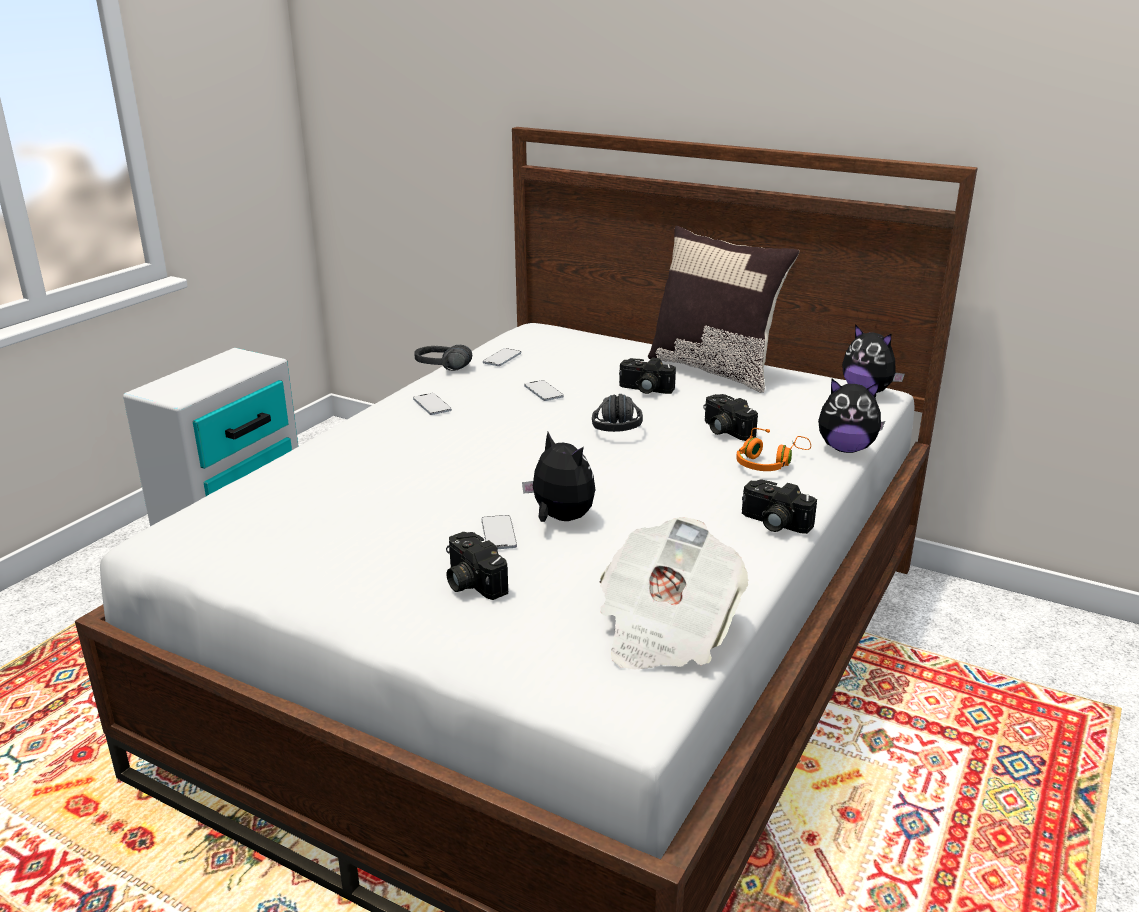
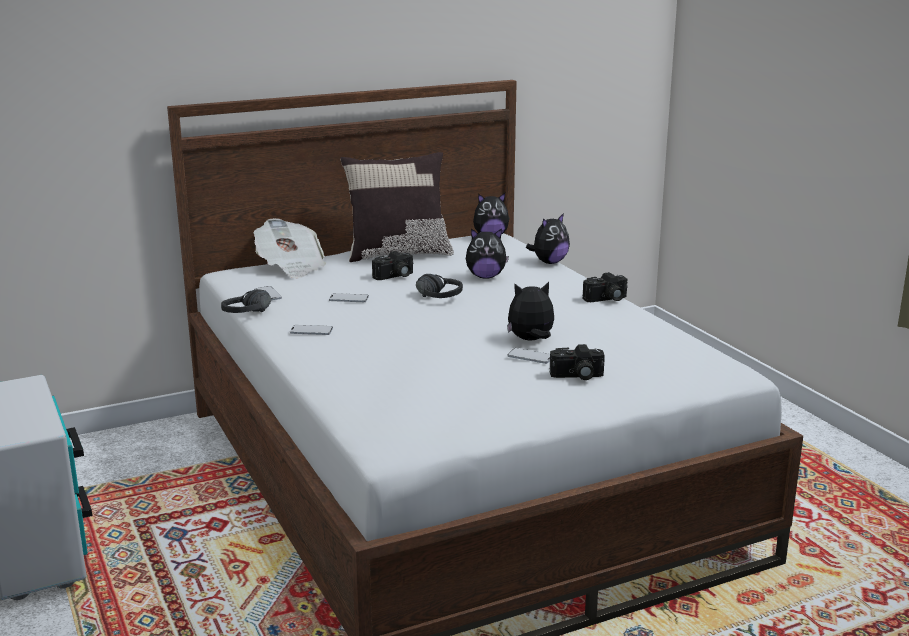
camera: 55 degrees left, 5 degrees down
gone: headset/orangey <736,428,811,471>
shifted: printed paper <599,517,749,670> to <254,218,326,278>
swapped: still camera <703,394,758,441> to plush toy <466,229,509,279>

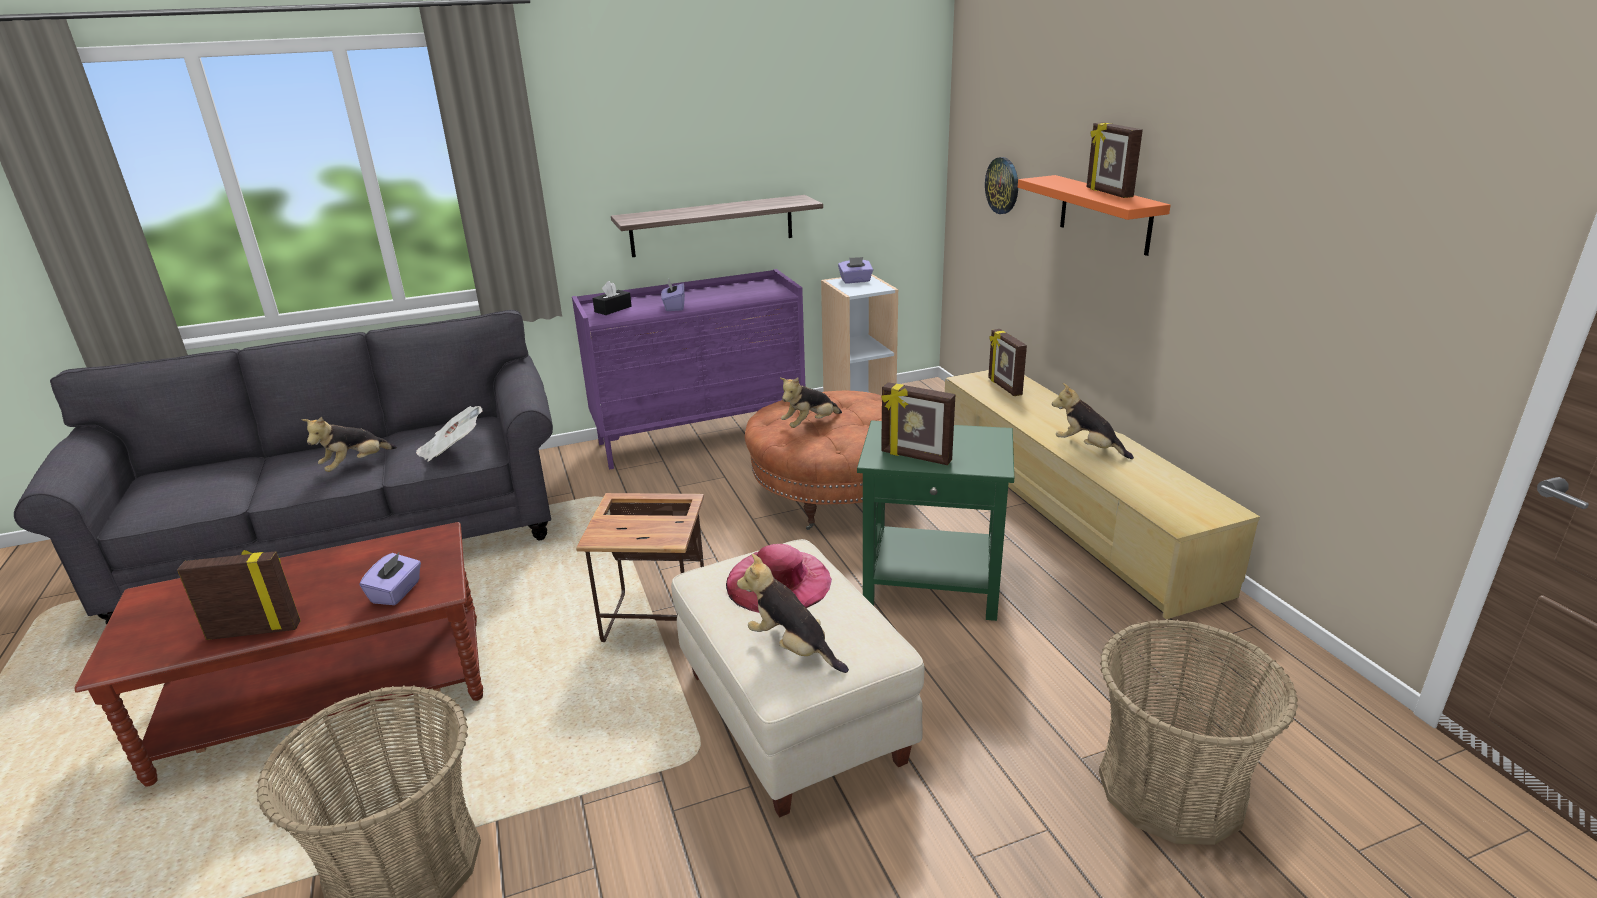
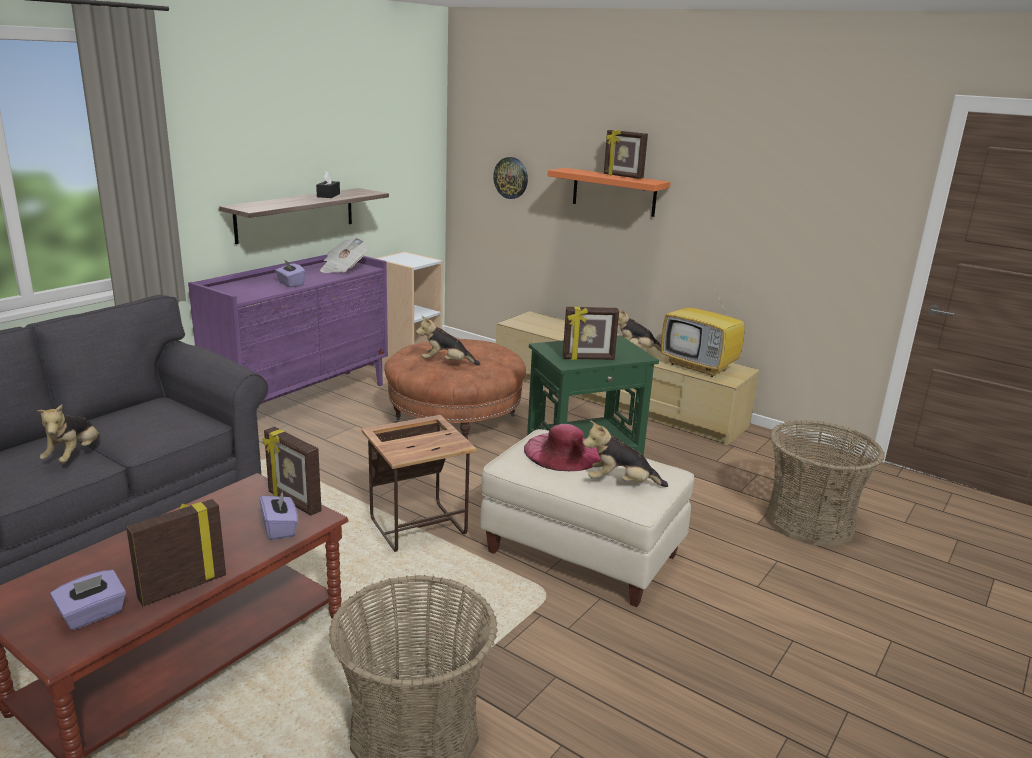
camera: 35 degrees left, 5 degrees down
new: television <661,282,745,377>
shifted: printed paper <416,406,483,462> to <320,238,369,273>; tissue holder/black-coloured <593,281,632,315> to <316,171,340,198>; tissue holder/purplish <838,257,873,283> to <50,570,126,630>; picture frame <988,329,1027,396> to <263,427,322,516>
rotated: plush toy <780,378,842,428> = <416,316,481,365> 75 degrees clockwise

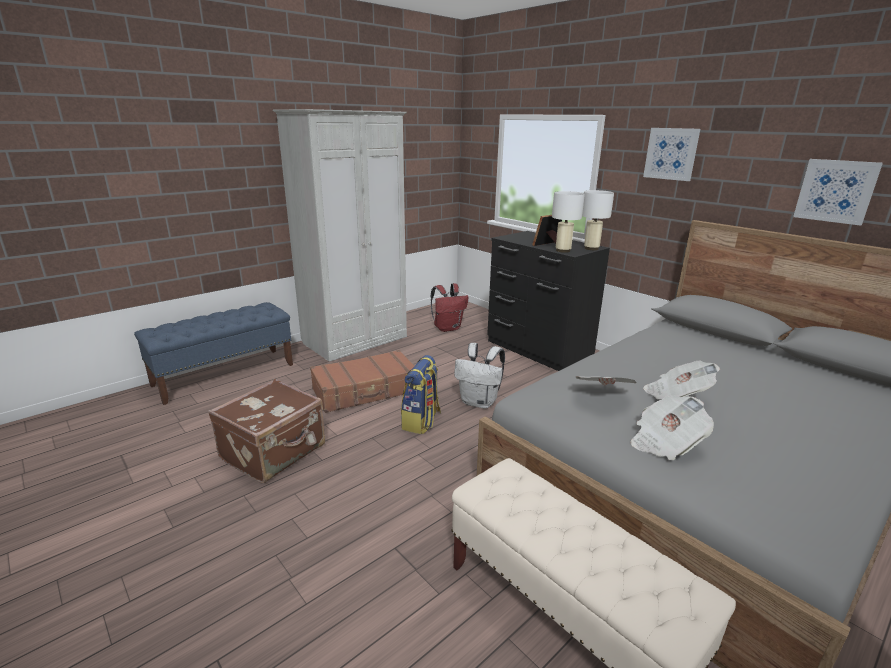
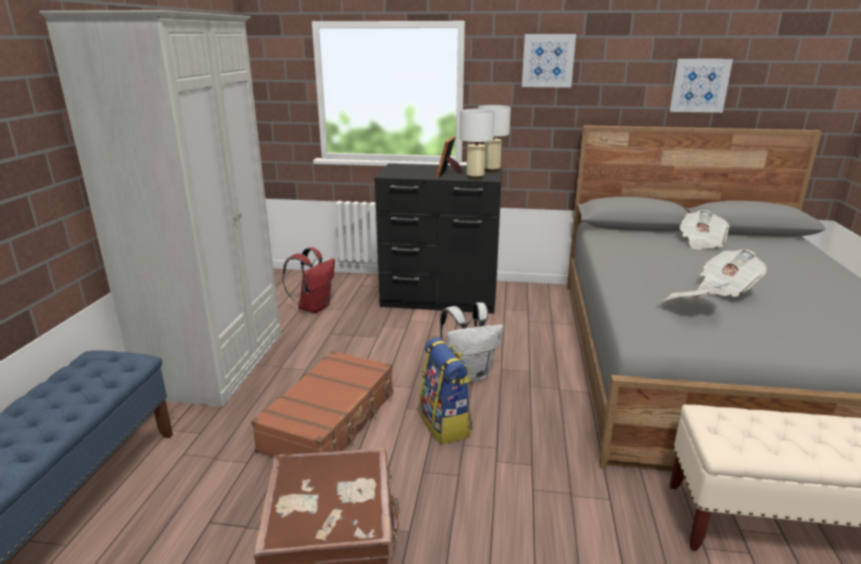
camera: 40 degrees left, 0 degrees up
shifted: printed paper <630,395,714,460> to <679,210,730,249>

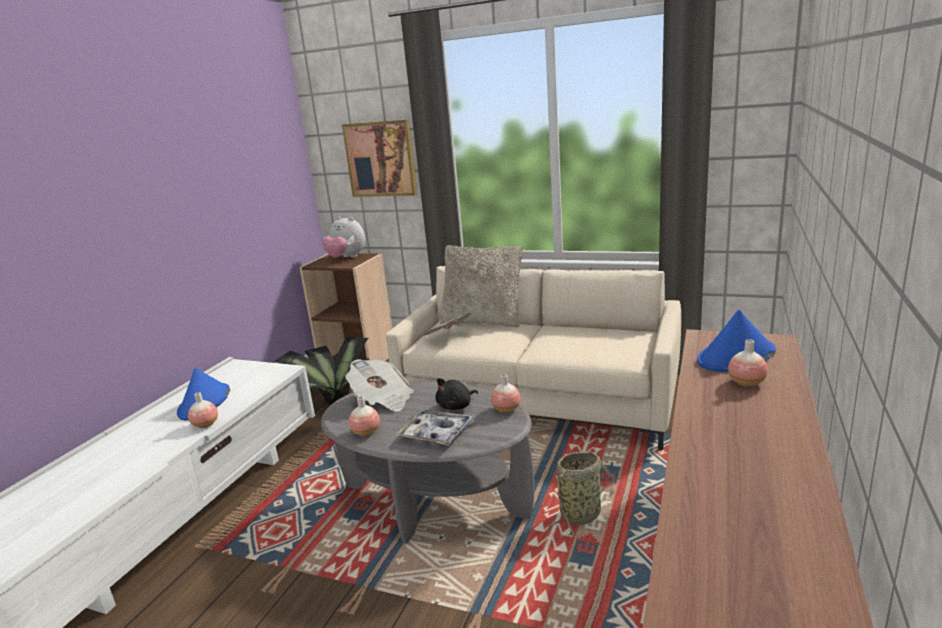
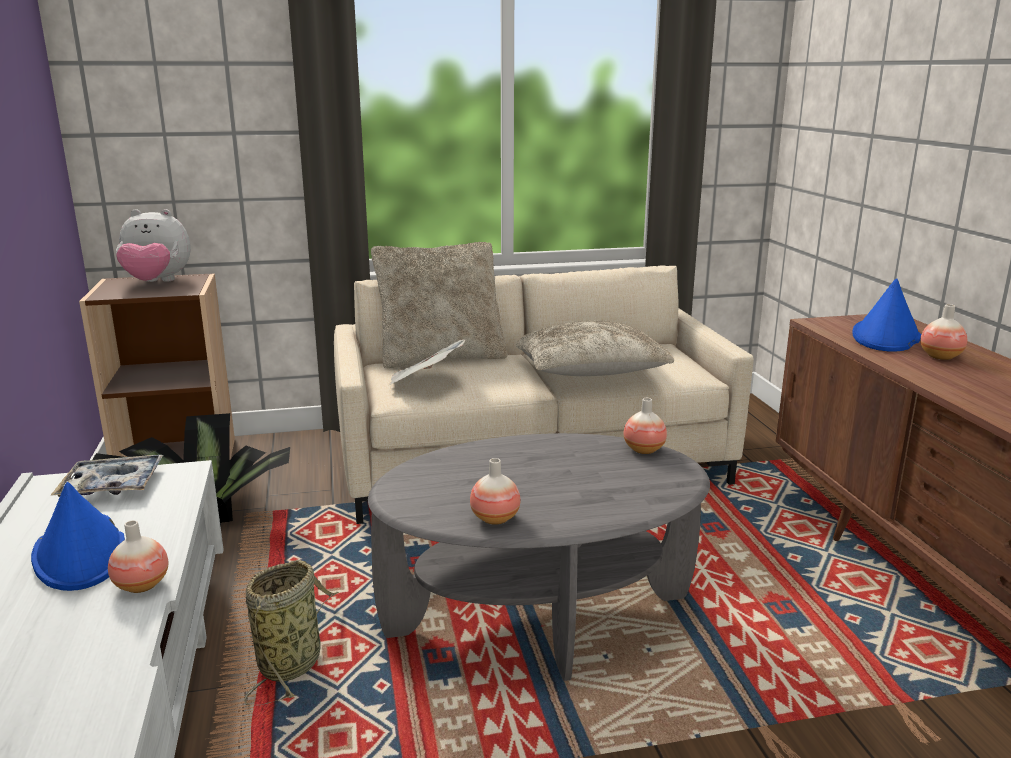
camera: 35 degrees left, 0 degrees up
gone: wall art <342,119,417,197>; printed paper <345,359,414,411>; plush toy/black-coloured <435,378,478,410>
new: cushion/sand-coloured <516,320,674,376>
shifted: serving tray <395,410,473,446> to <50,455,163,497>; storage basket <548,452,622,536> to <244,560,339,705>

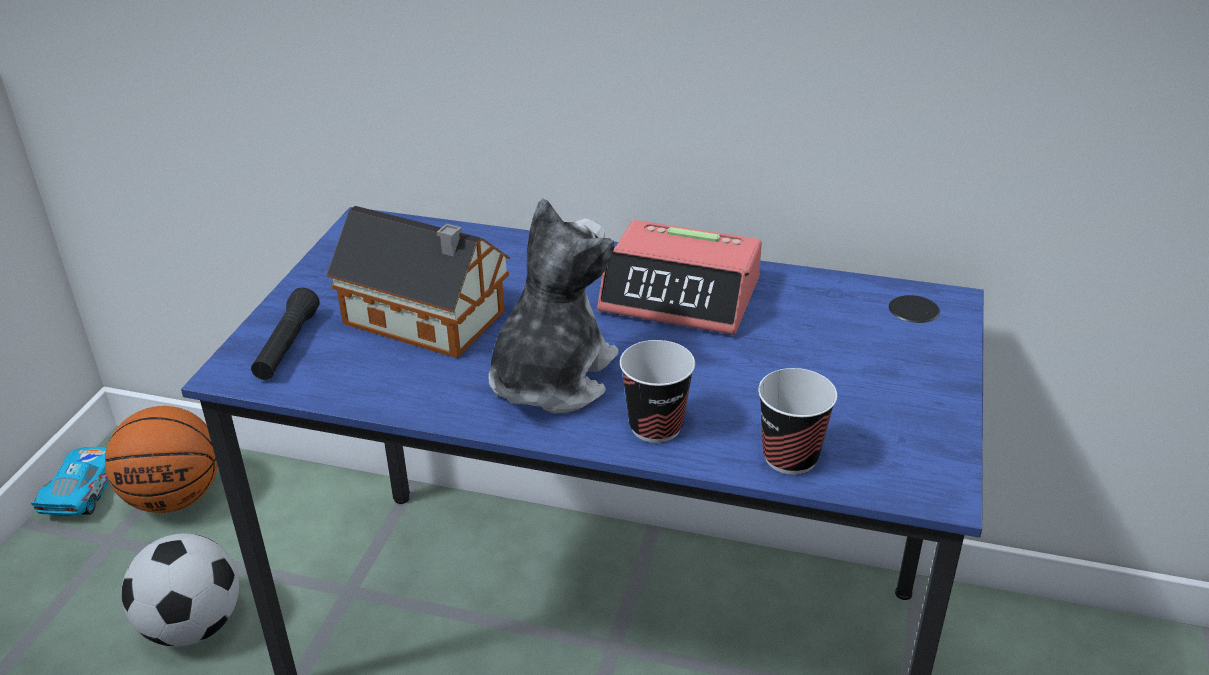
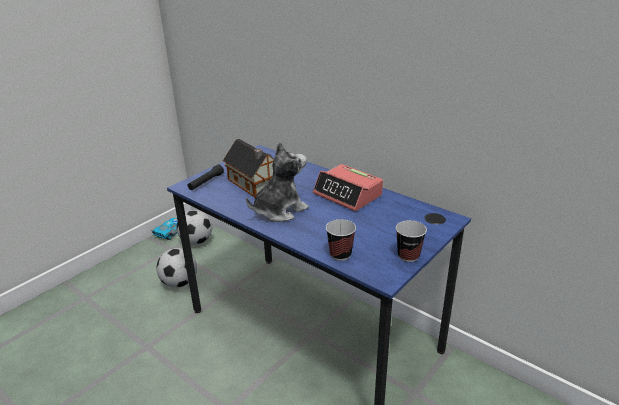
camera: 25 degrees right, 5 degrees down
shifted: cup <620,340,695,443> to <396,220,427,262>
swapped: basketball <105,406,218,513> to ball for football <176,210,212,245>

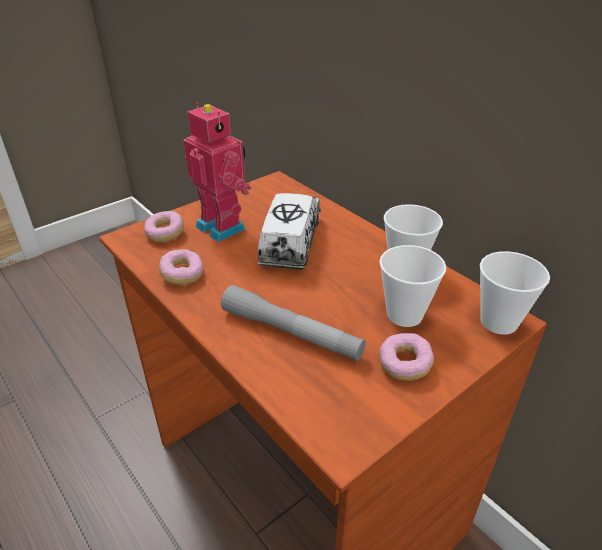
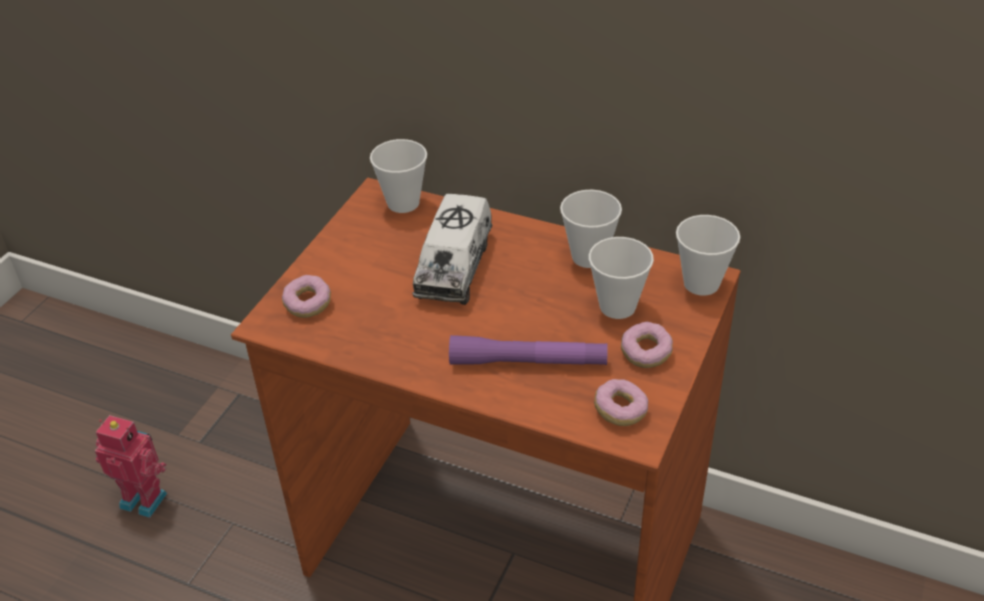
camera: 25 degrees left, 5 degrees up
new: cup <370,139,427,213>
shifted: ring doughnut <159,249,203,285> to <594,379,648,426>; robot figure <183,102,251,242> to <95,415,167,518>
repainted: flashlight/greyish <221,285,366,361> to flashlight/purplish <449,335,608,365>
rotated: toy lorry <258,193,321,270> = <412,194,493,305> 150 degrees counterclockwise

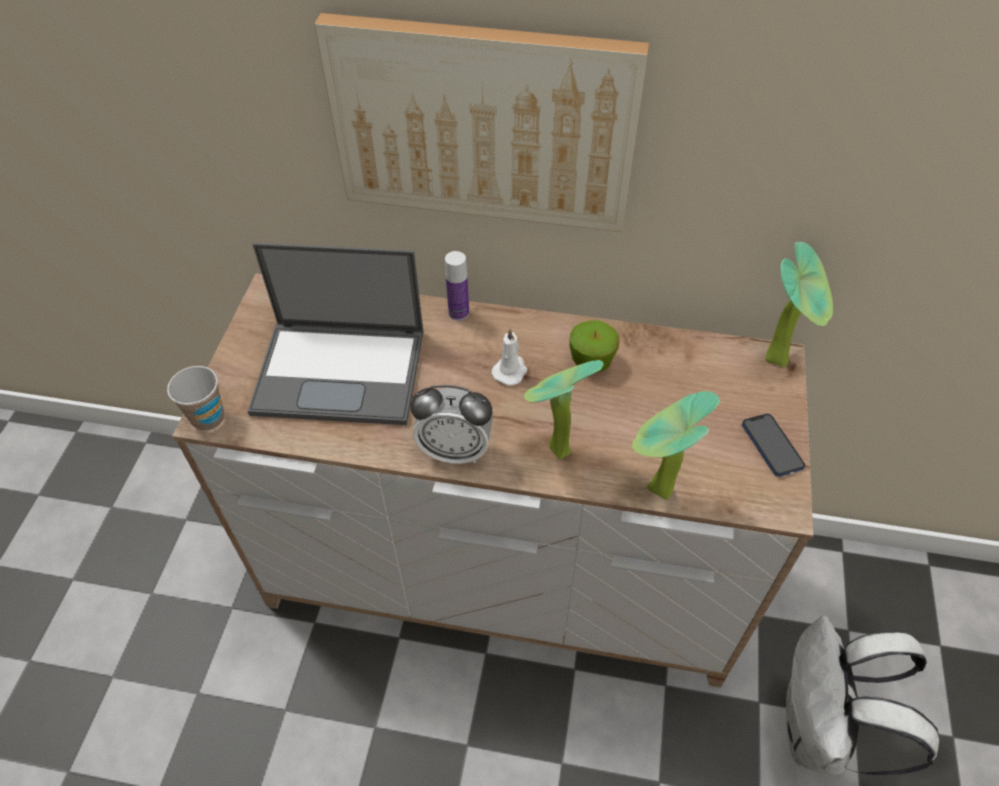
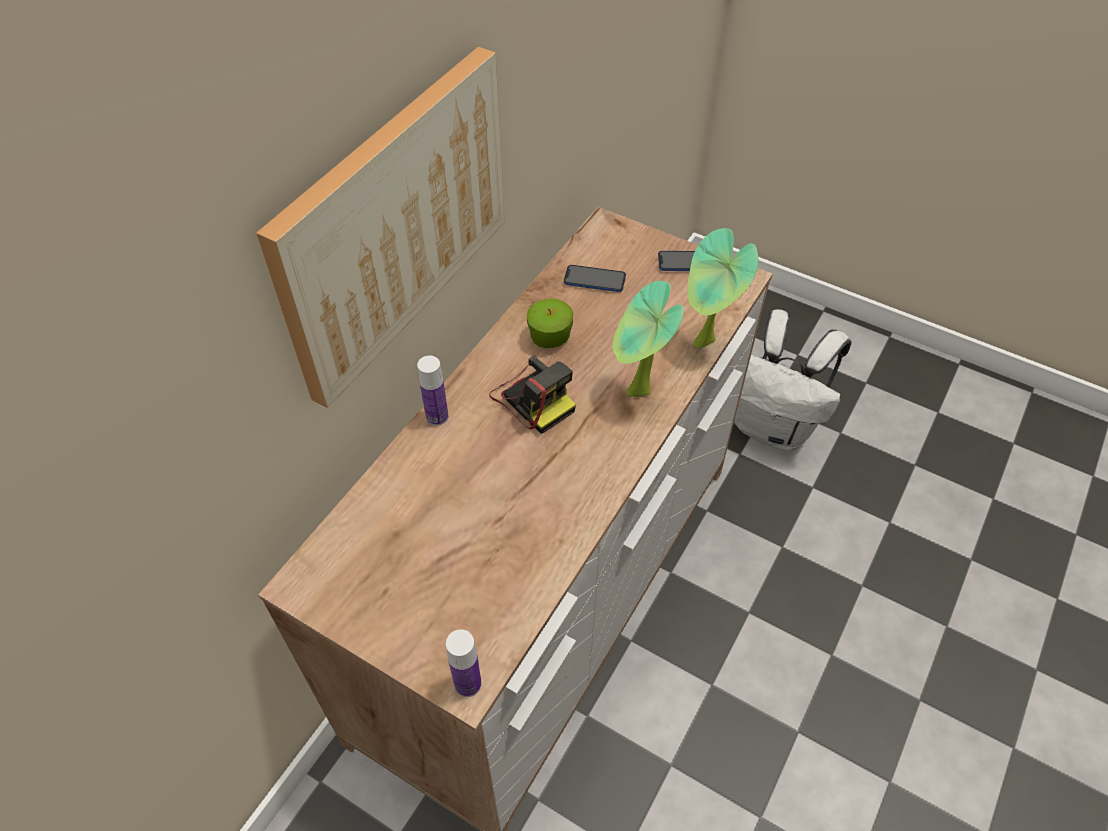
camera: 70 degrees left, 0 degrees up
gone: notebook computer <248,243,423,425>; bedside clock <410,385,493,464>; houseplant <765,242,833,368>
new: handset <564,265,626,292>
swapped: cup <167,366,224,431> to drink bottle <446,629,481,697>; wax light/white-coloured <492,328,527,386> to still camera <489,355,576,434>

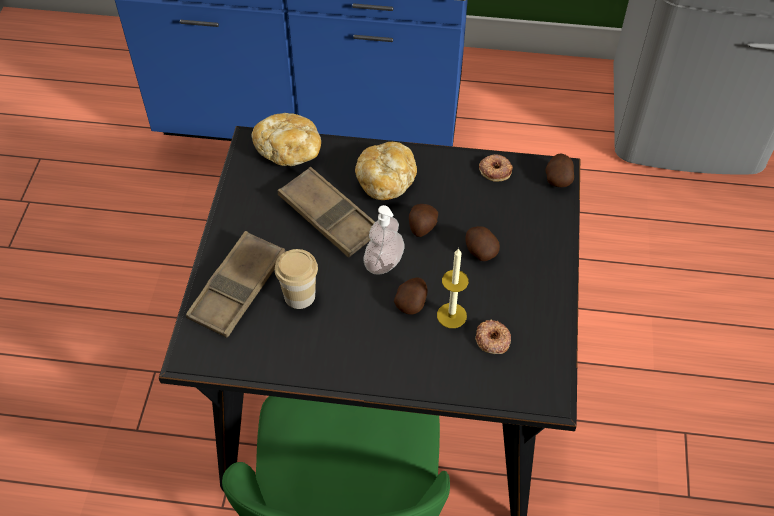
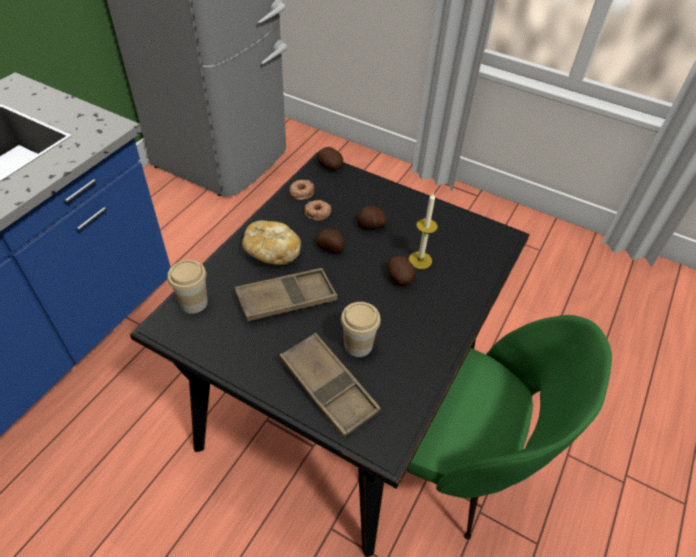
camera: 70 degrees left, 5 degrees down
gone: soap bottle <364,205,404,274>
shifted: ring doughnut <475,319,511,354> to <304,200,332,220>
swapped: bread <251,113,321,166> to cup <168,260,208,314>

